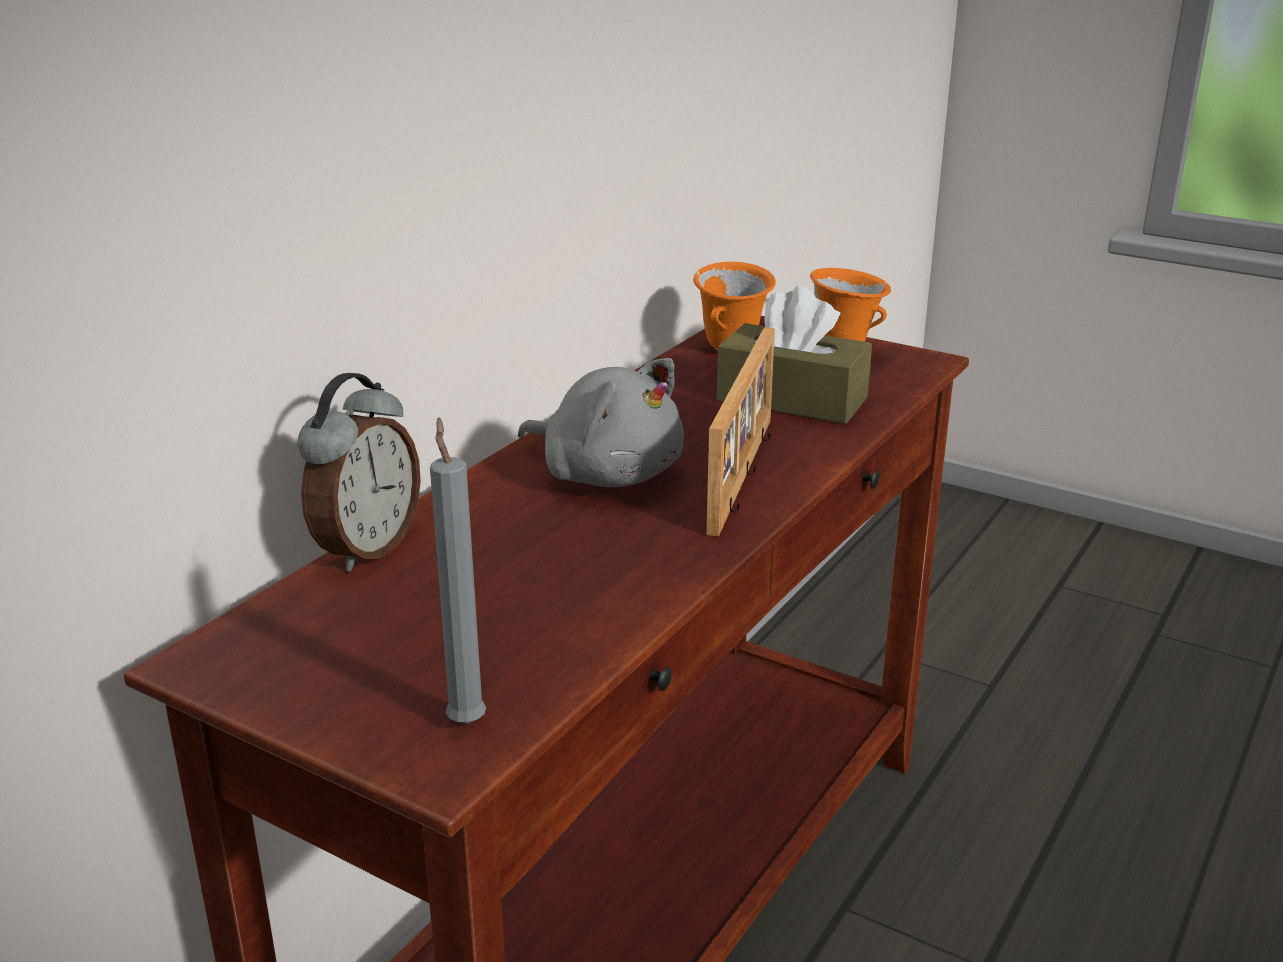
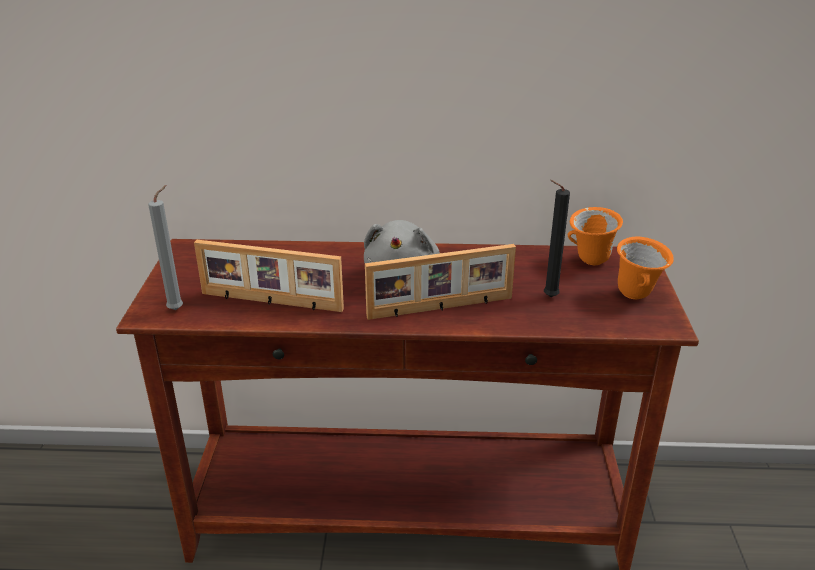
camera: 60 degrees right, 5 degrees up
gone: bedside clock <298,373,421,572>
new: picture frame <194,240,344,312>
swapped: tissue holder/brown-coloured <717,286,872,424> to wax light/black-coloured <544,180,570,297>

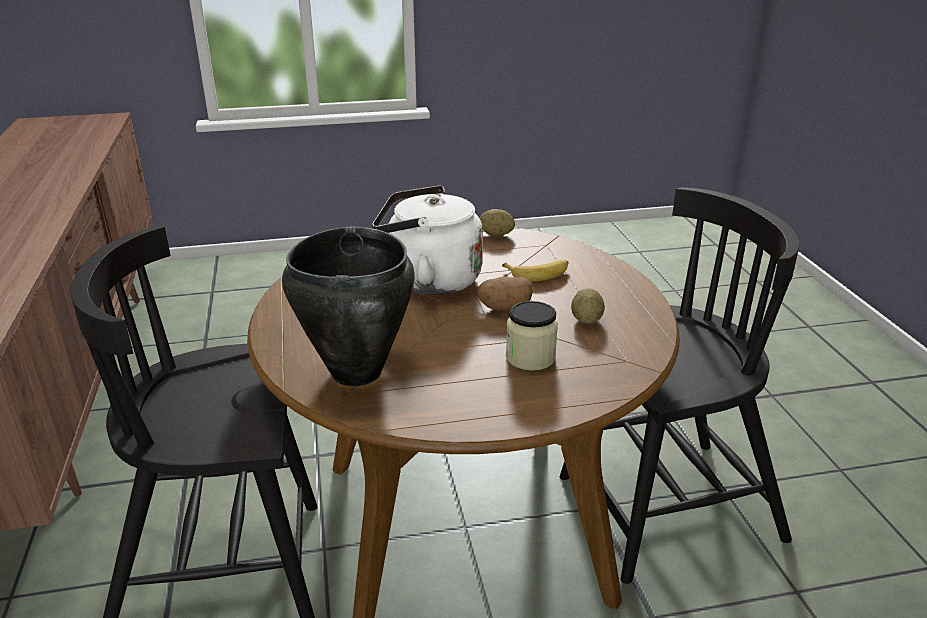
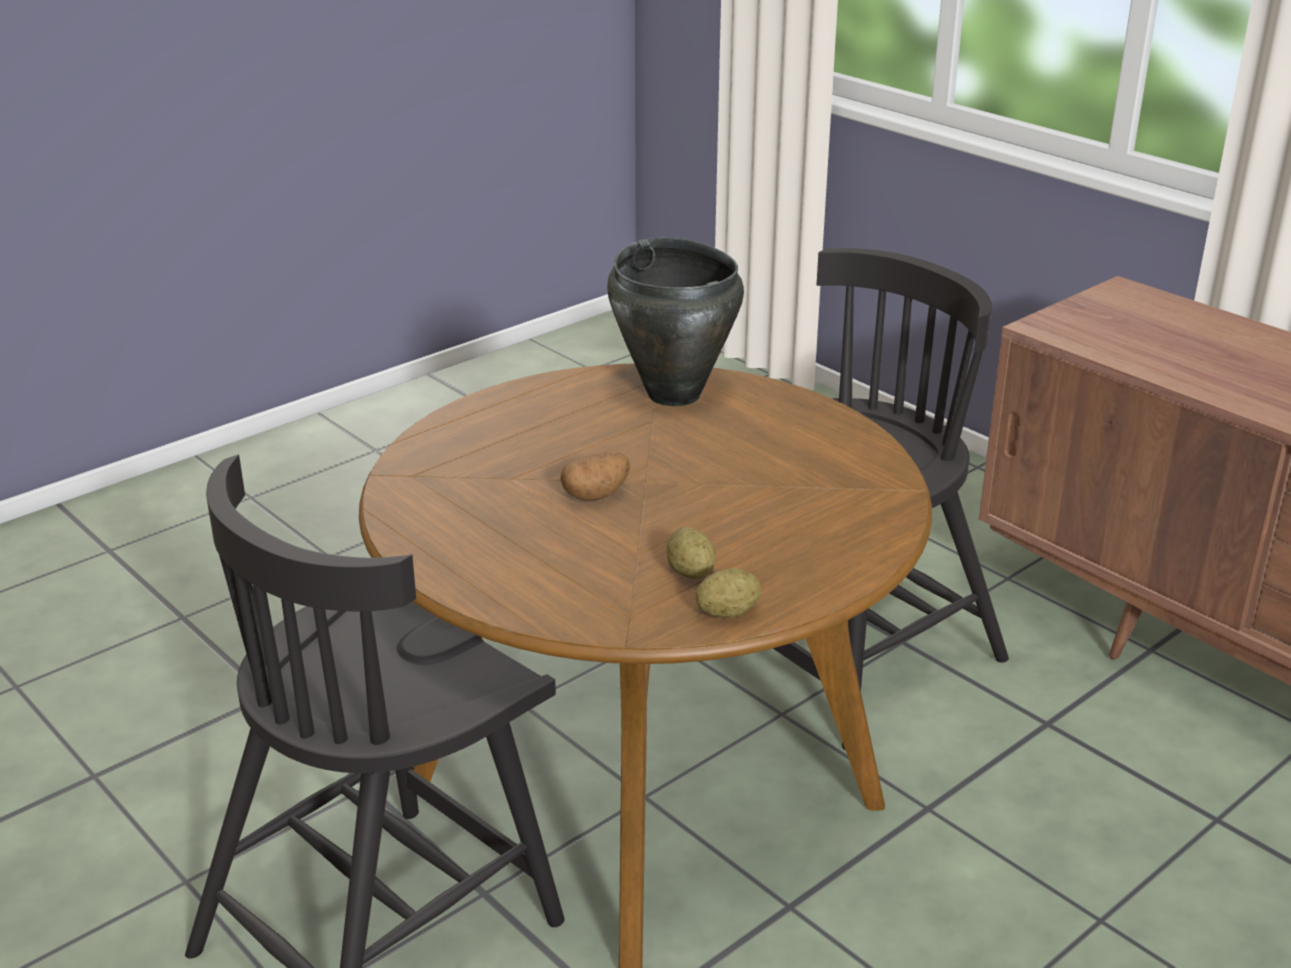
camera: 150 degrees right, 0 degrees up
gone: water kettle/white-coloured <372,185,483,295>; banana fruit <502,260,568,281>; preserve jar <506,301,558,371>
shifted: potato <571,289,605,324> to <667,527,716,579>

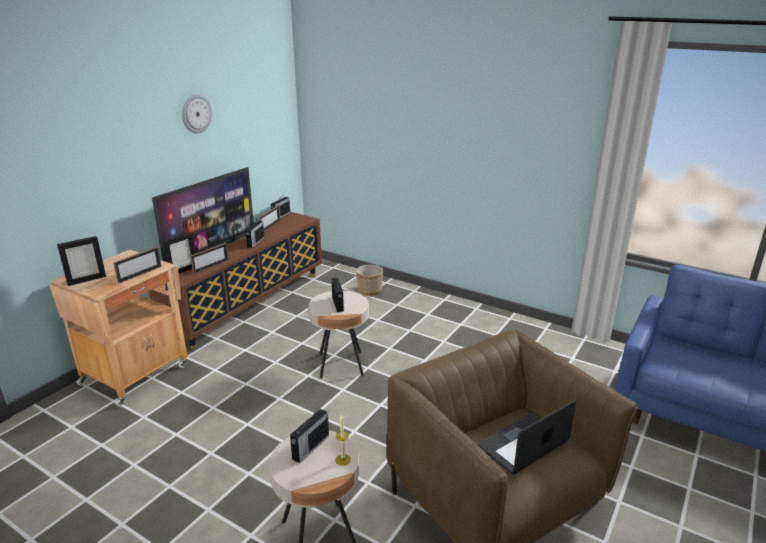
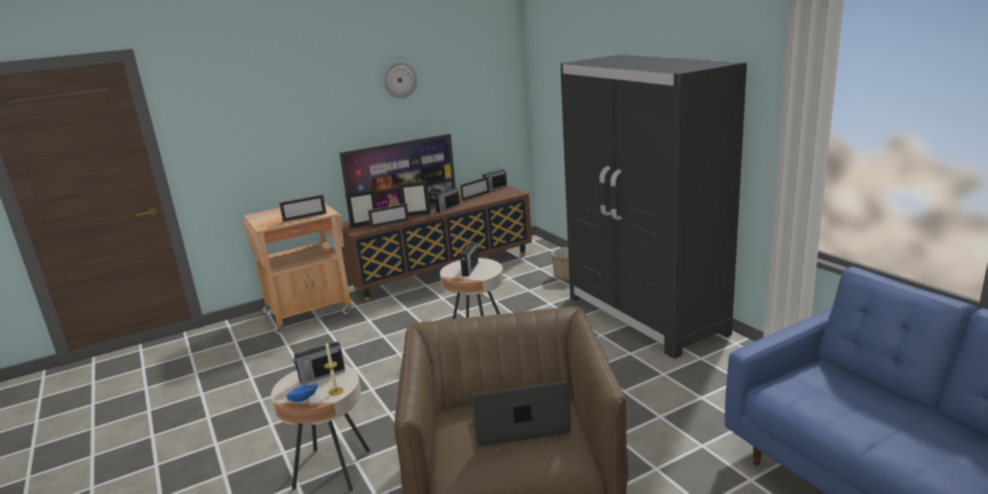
camera: 30 degrees right, 5 degrees down
new: deep dish/blue <287,383,318,402>; storage cabinet/black-coloured <561,55,747,359>
shifted: picture frame <57,236,106,286> to <399,180,431,216>

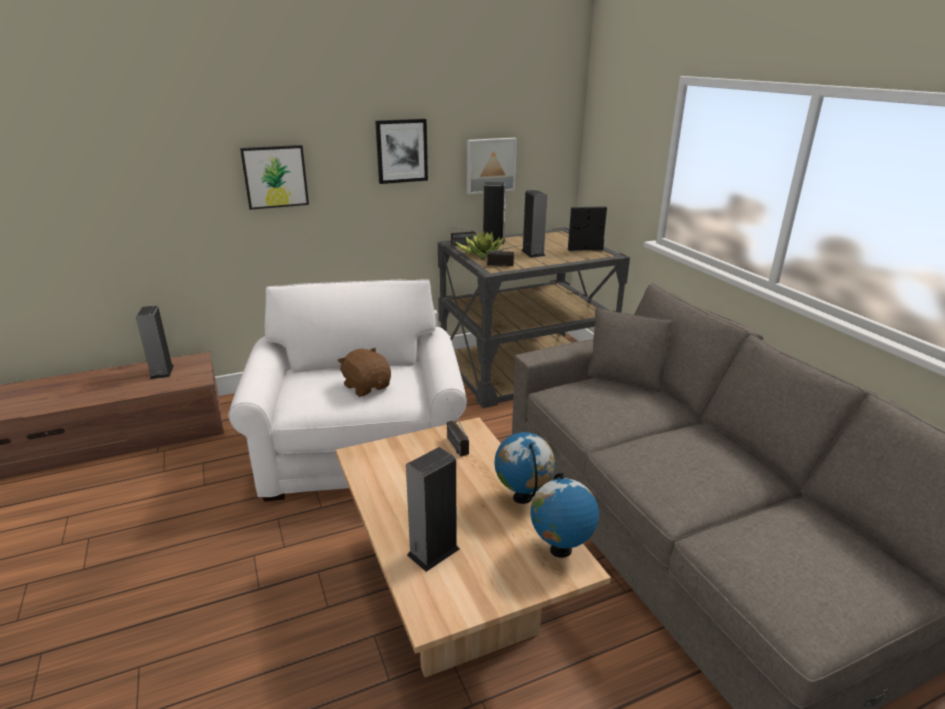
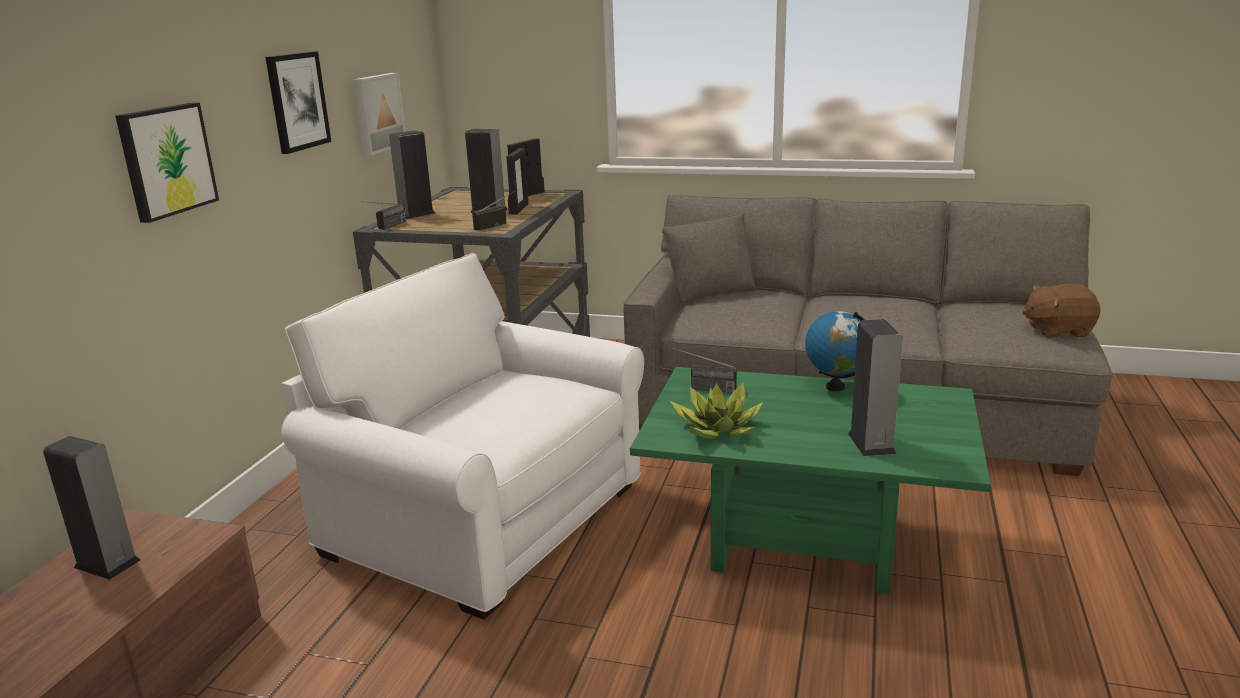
camera: 50 degrees left, 5 degrees down
gone: globe <531,473,599,558>
new: picture frame <506,148,529,215>
shifted: plush toy/brown-coloured <338,347,391,397> to <1023,284,1100,338>; houseplant <455,231,505,258> to <669,382,763,439>
repainted: coffee table/sand-coloured <335,417,611,677> to coffee table/green-coloured <630,367,991,594>

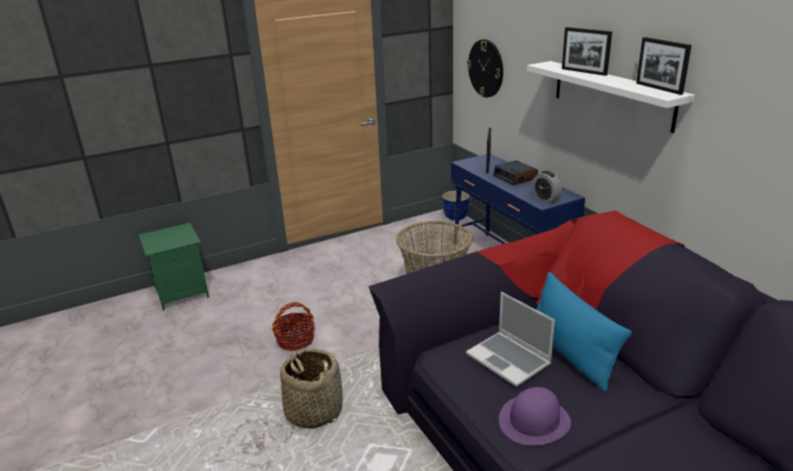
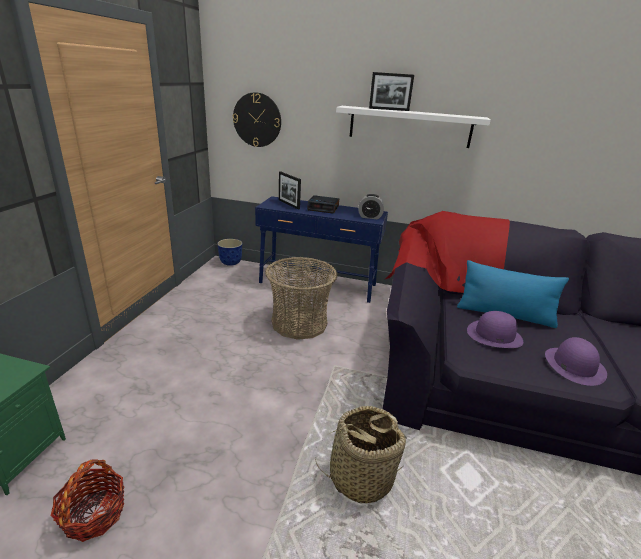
camera: 50 degrees left, 0 degrees up
gone: picture frame <636,37,692,95>
shifted: storage basket <272,302,315,351> to <50,459,124,542>
swapped: notebook computer <466,292,555,387> to hat/purplish <467,311,523,348>

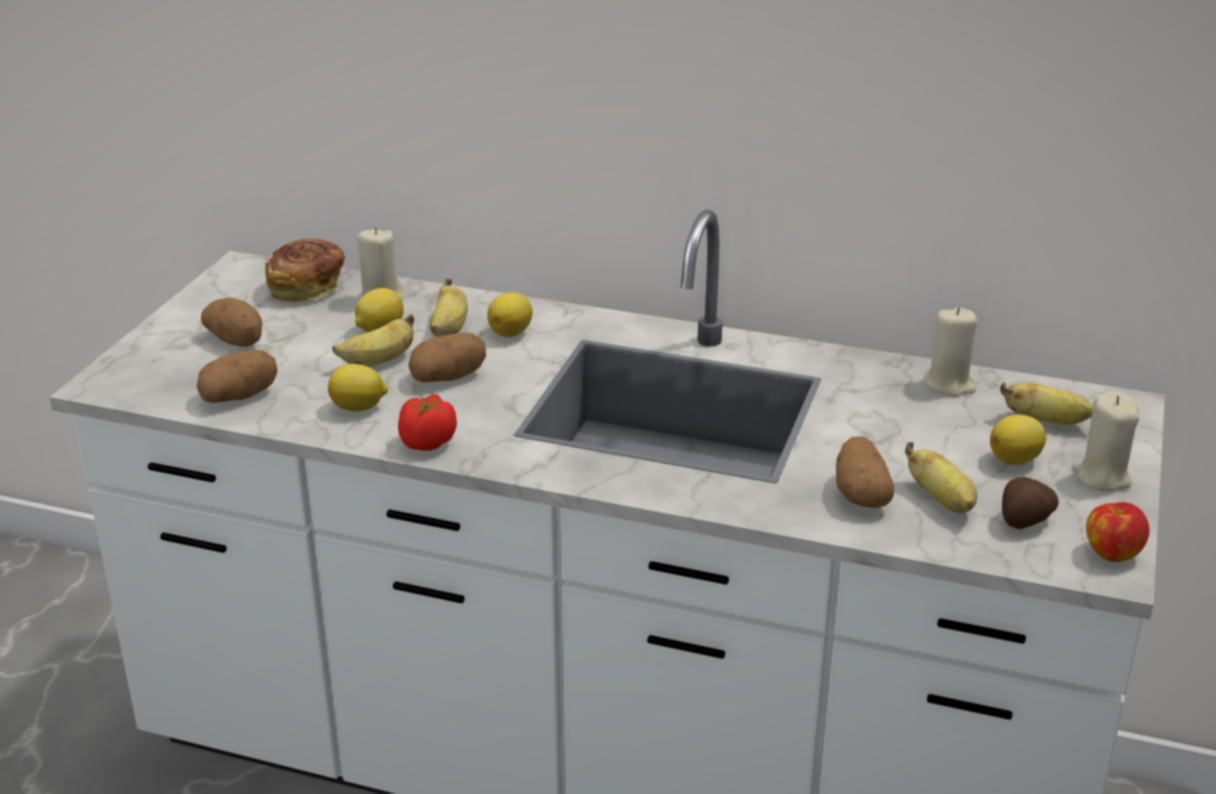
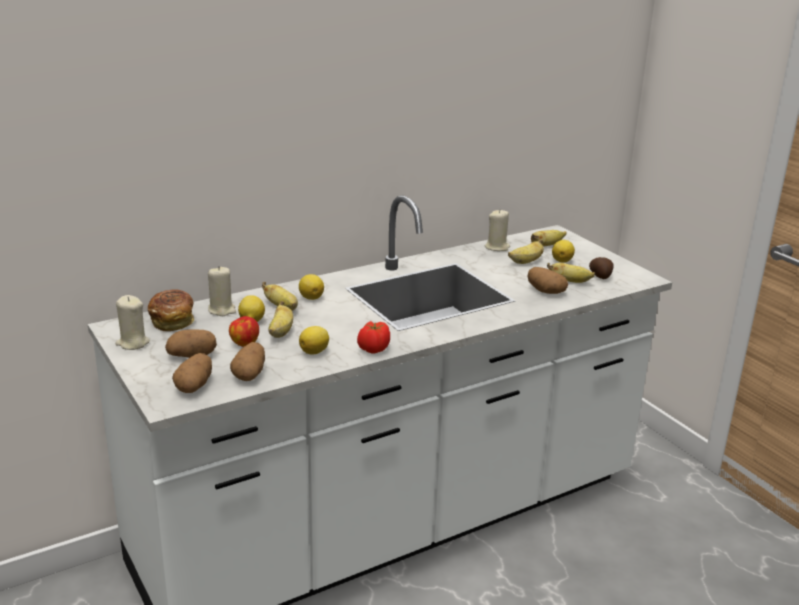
camera: 50 degrees left, 5 degrees down
new: banana fruit <508,239,544,264>
shifted: potato <408,332,486,382> to <172,353,212,393>; wax light/sand-coloured <1072,391,1139,492> to <115,295,150,350>; apple <1086,502,1150,562> to <229,316,259,347>

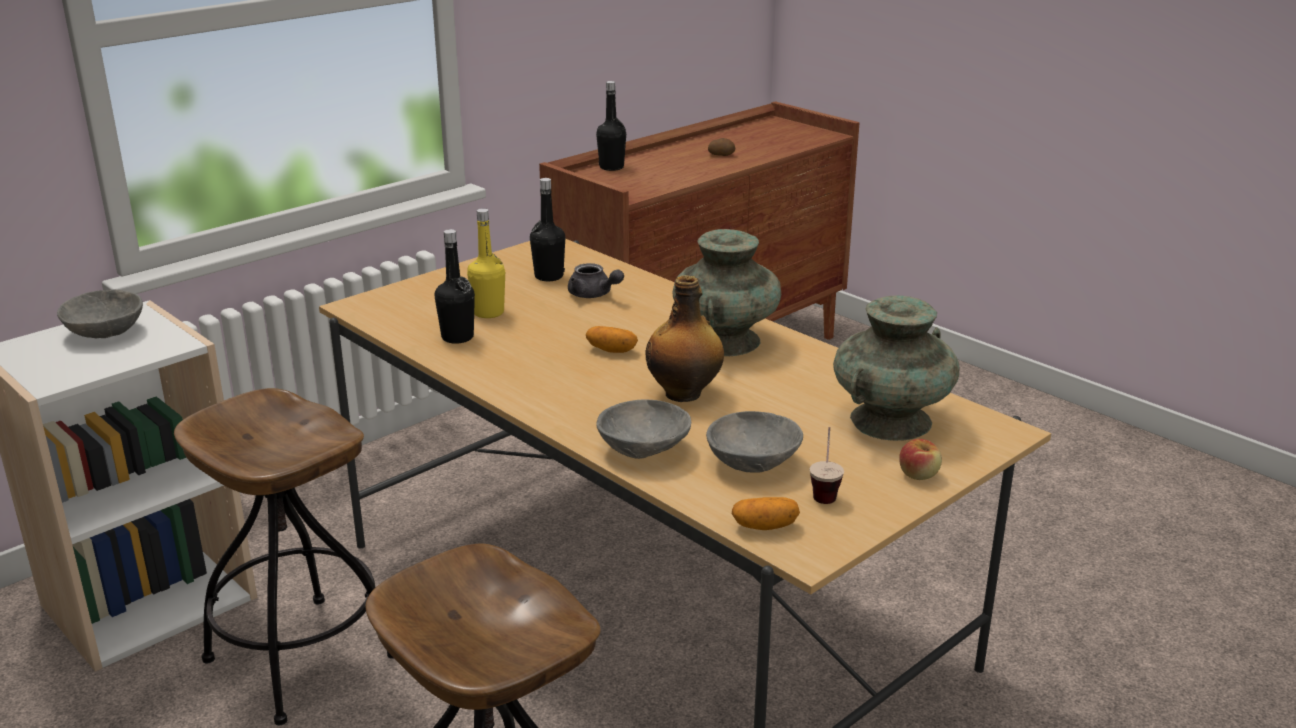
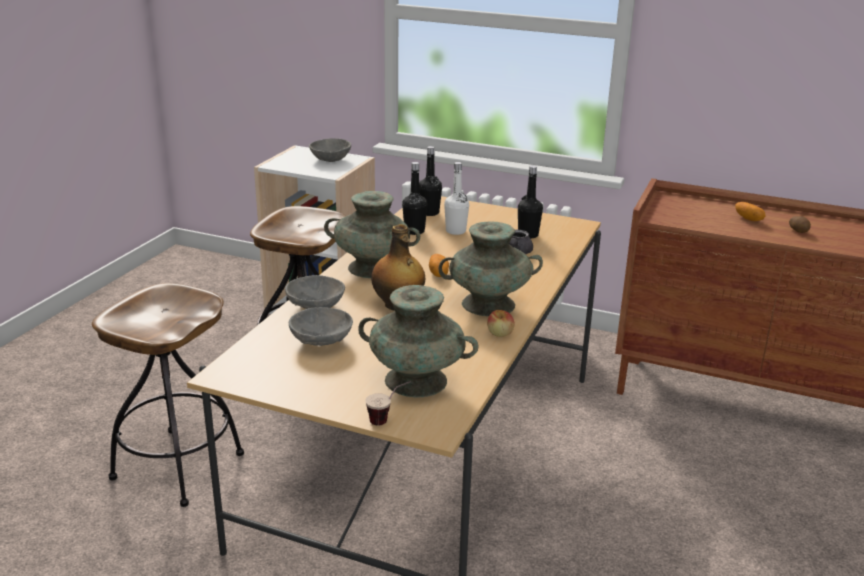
camera: 65 degrees right, 0 degrees up
new: vase/blue-green <324,191,420,278>
shifted: drink bottle/black-coloured <596,81,626,171> to <419,146,442,216>; potato <732,497,800,530> to <735,202,766,221>; cup <810,427,844,504> to <365,381,411,426>; apple <899,439,942,480> to <487,310,515,337>
repainted: drink bottle/yellowish <467,208,505,318> to drink bottle/white-coloured <444,162,469,235>

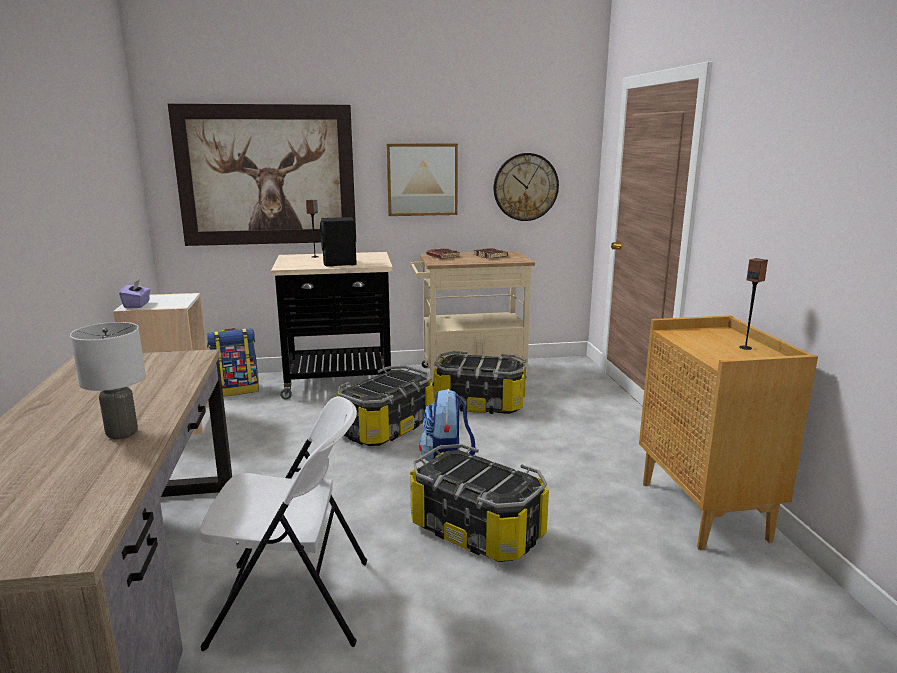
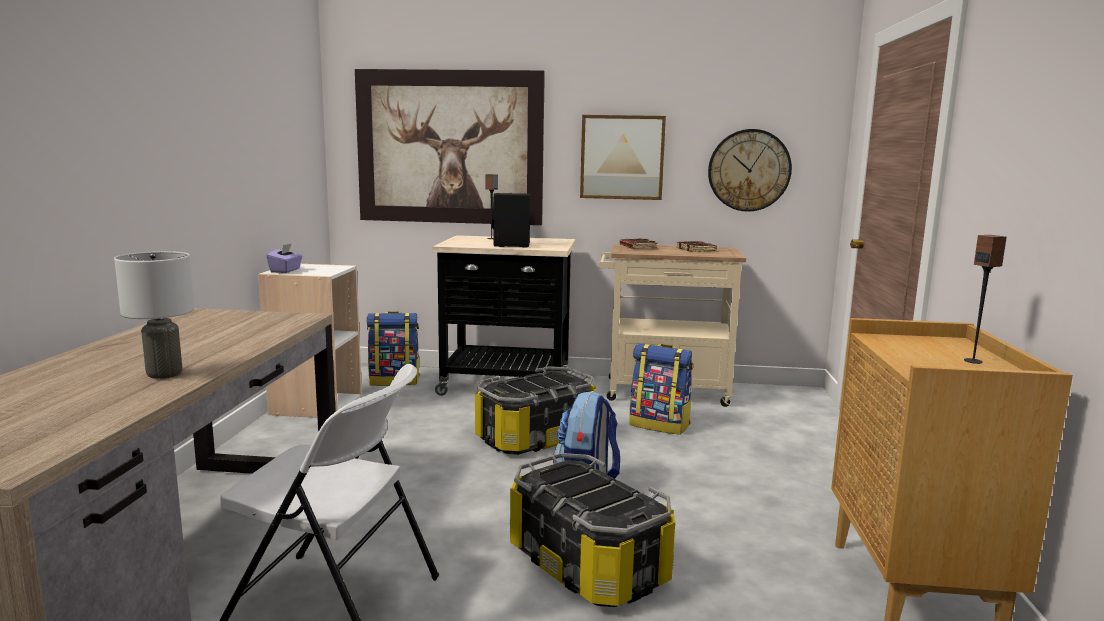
camera: 15 degrees right, 5 degrees down
swapped: storage box <434,351,526,414> to rucksack <629,343,693,435>

